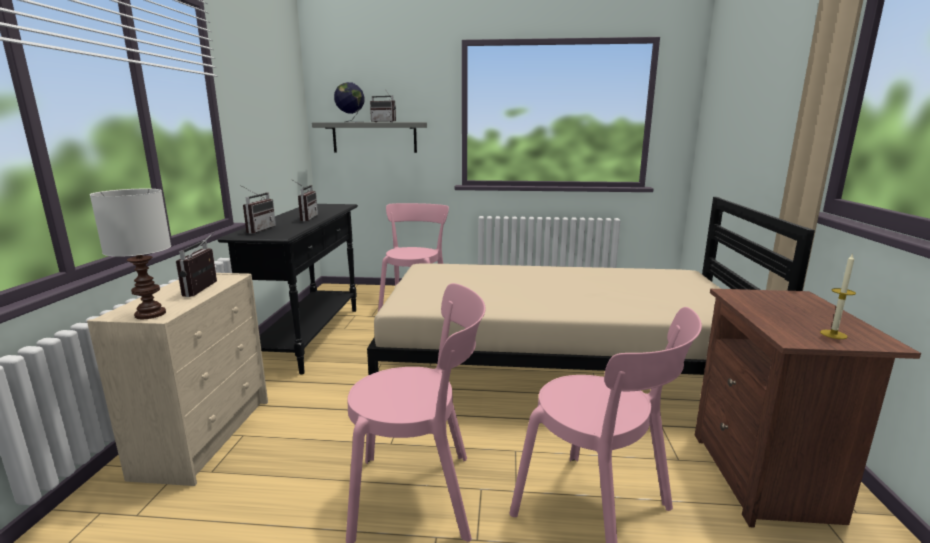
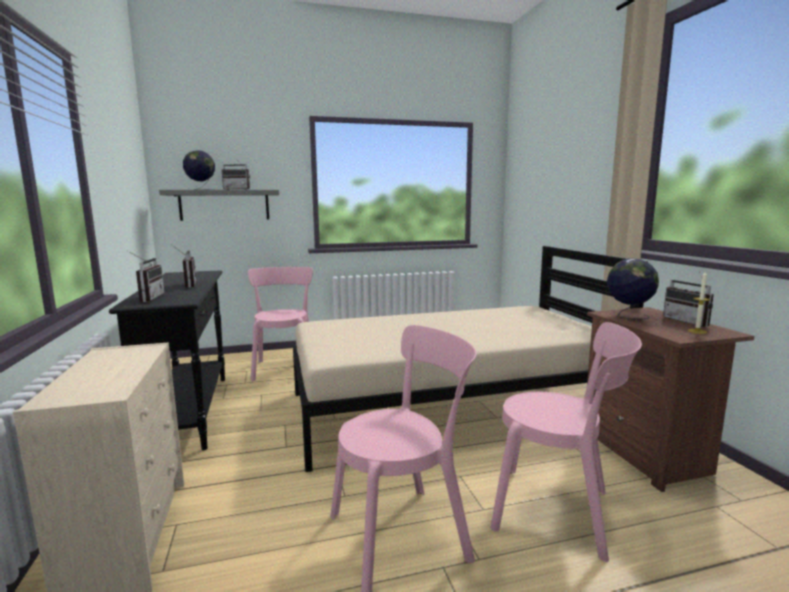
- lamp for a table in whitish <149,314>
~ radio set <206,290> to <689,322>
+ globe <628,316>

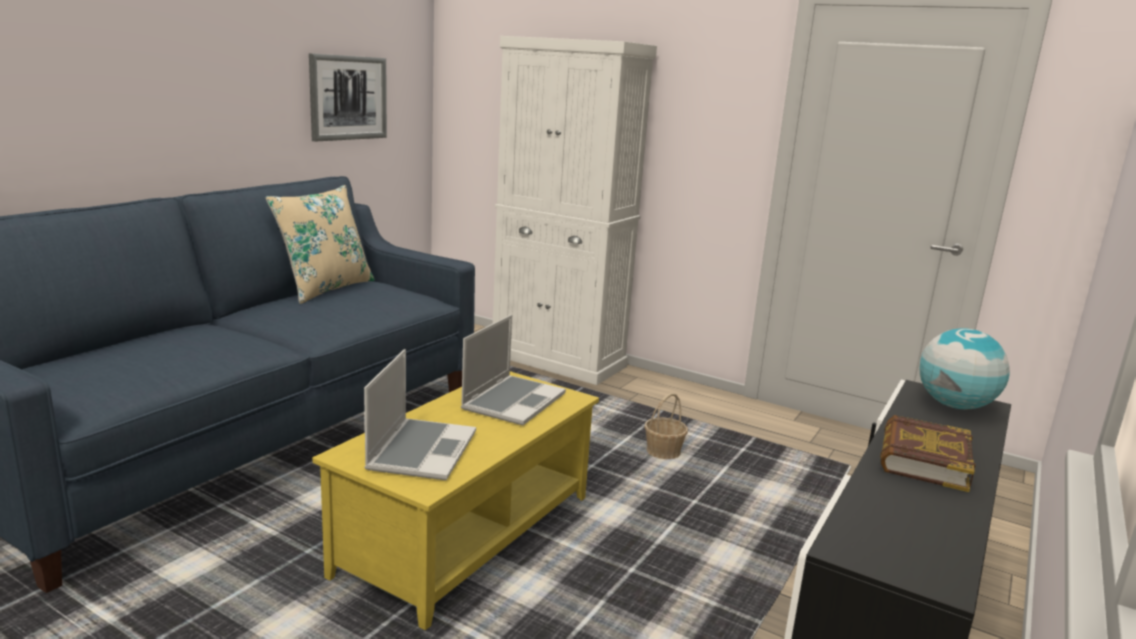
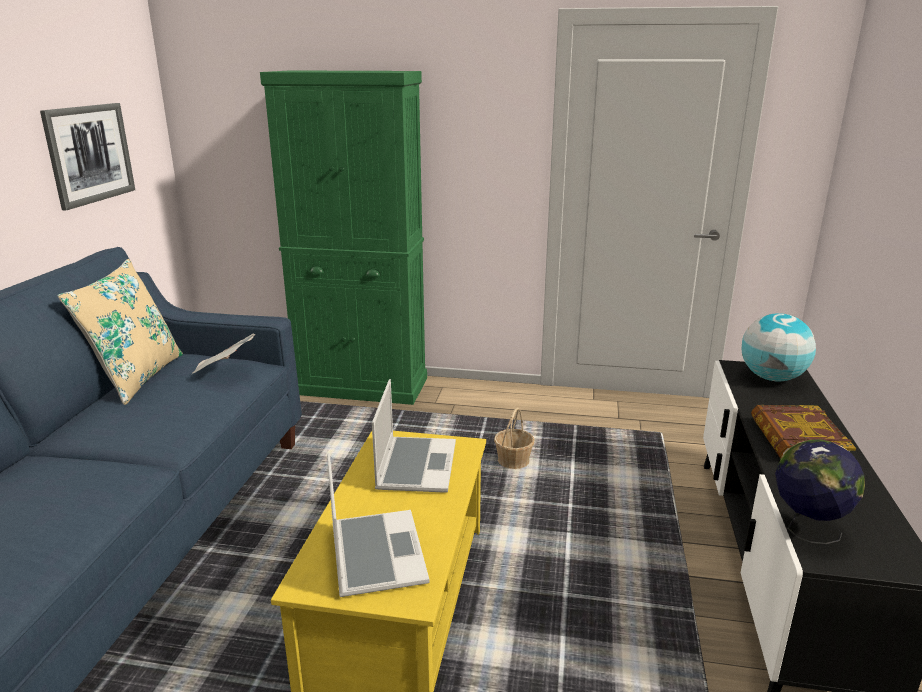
~ storage cabinet in whitish <558,360> to storage cabinet in greenish <362,386>
+ newspaper <224,371>
+ globe <807,530>

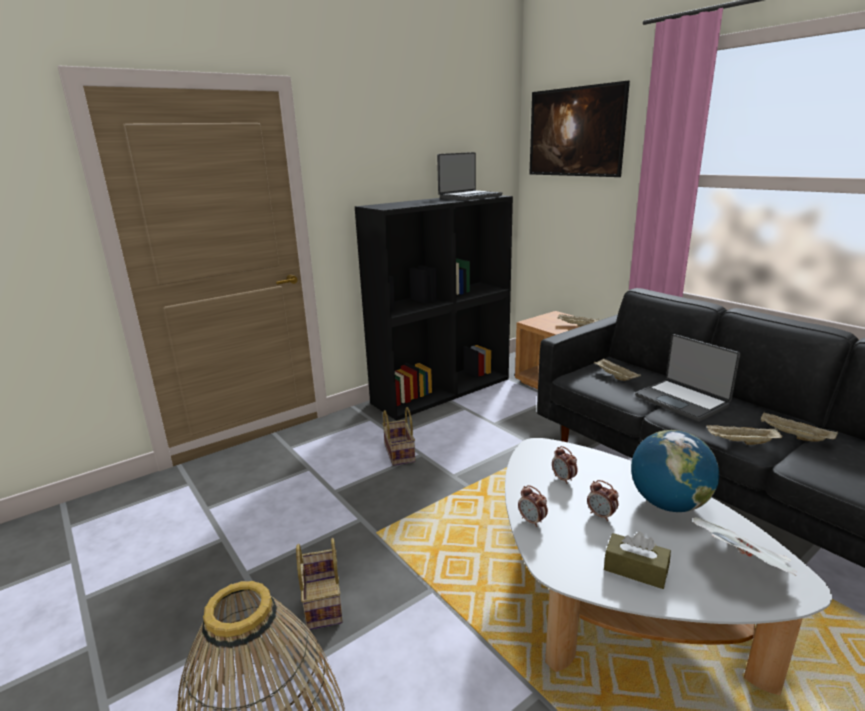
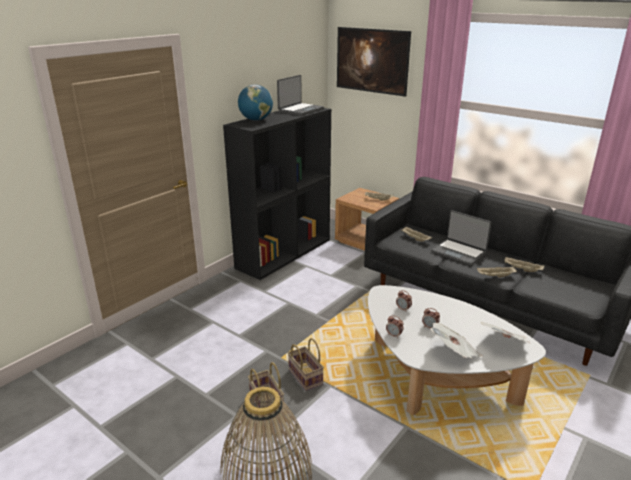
~ basket <398,453> to <304,376>
~ globe <668,504> to <256,120>
~ tissue box in brown-coloured <635,569> to newspaper <454,352>

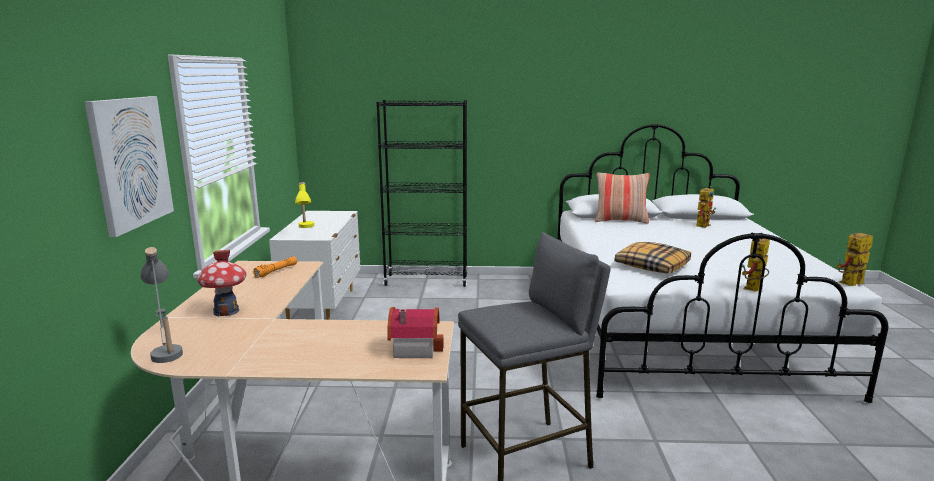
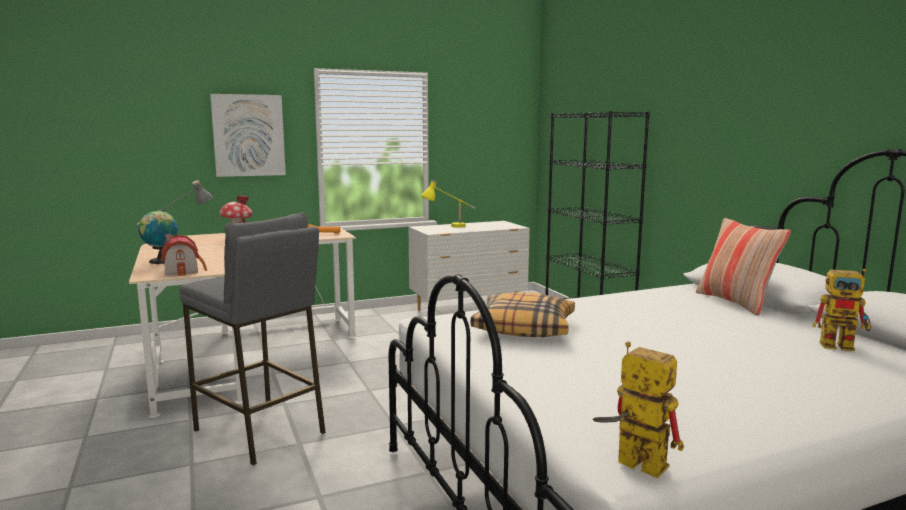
- toy robot <754,290>
+ globe <161,261>

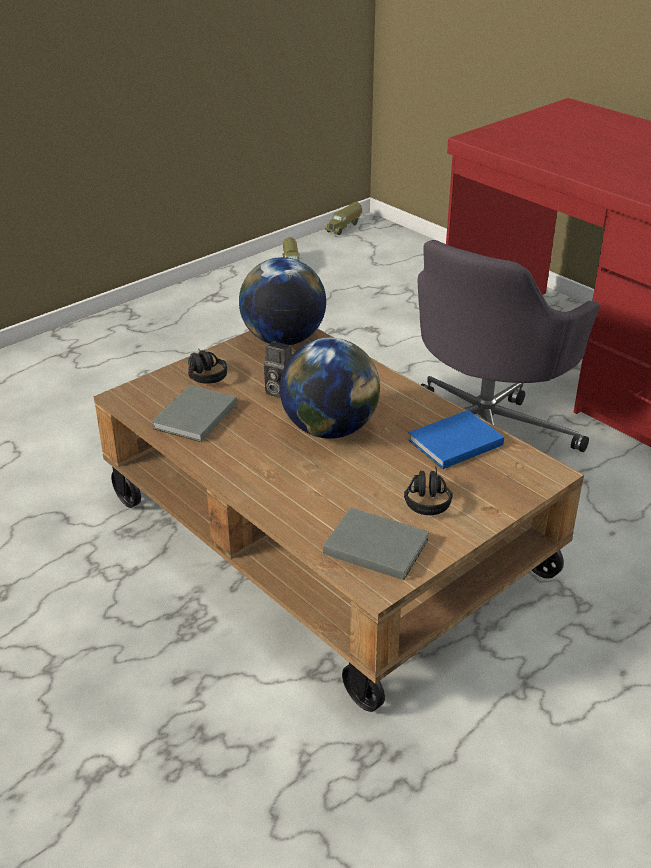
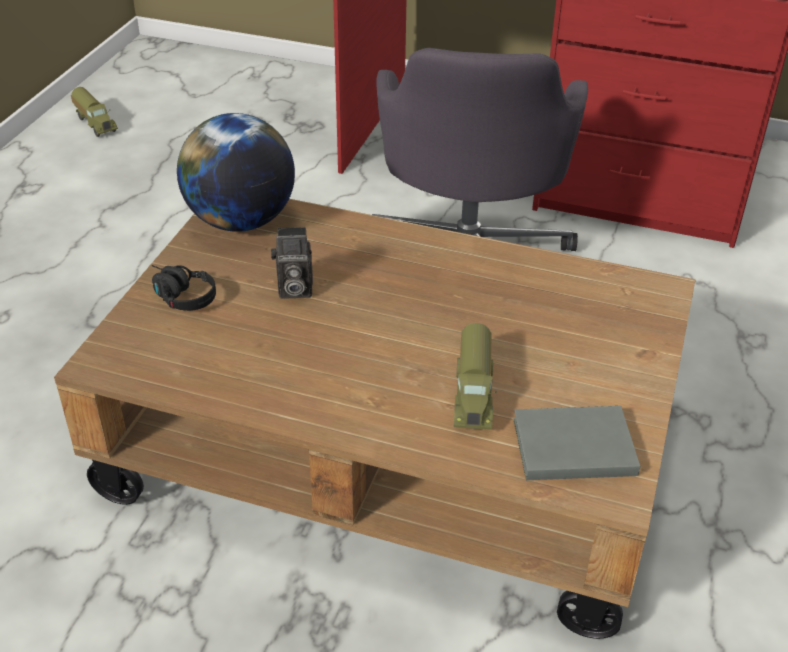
~ toy lorry <344,227> to <474,394>
- globe <329,429>
- book in grey <193,417>
- book in blue-coloured <452,442>
- headset in black <427,497>

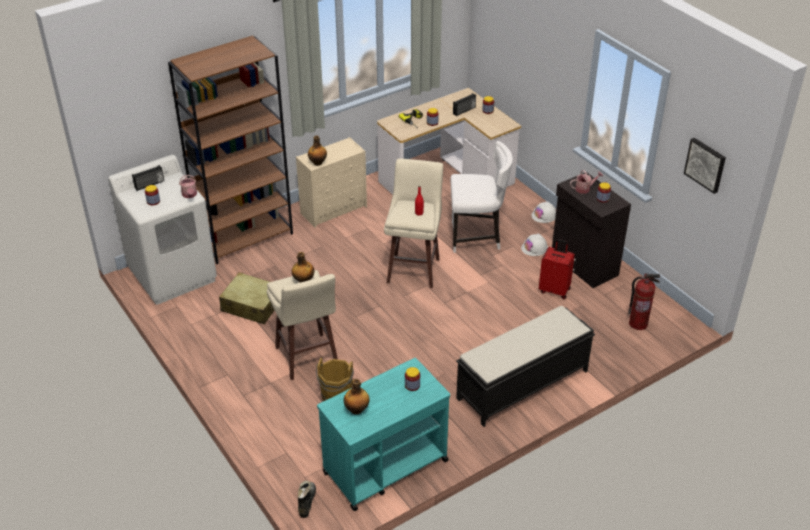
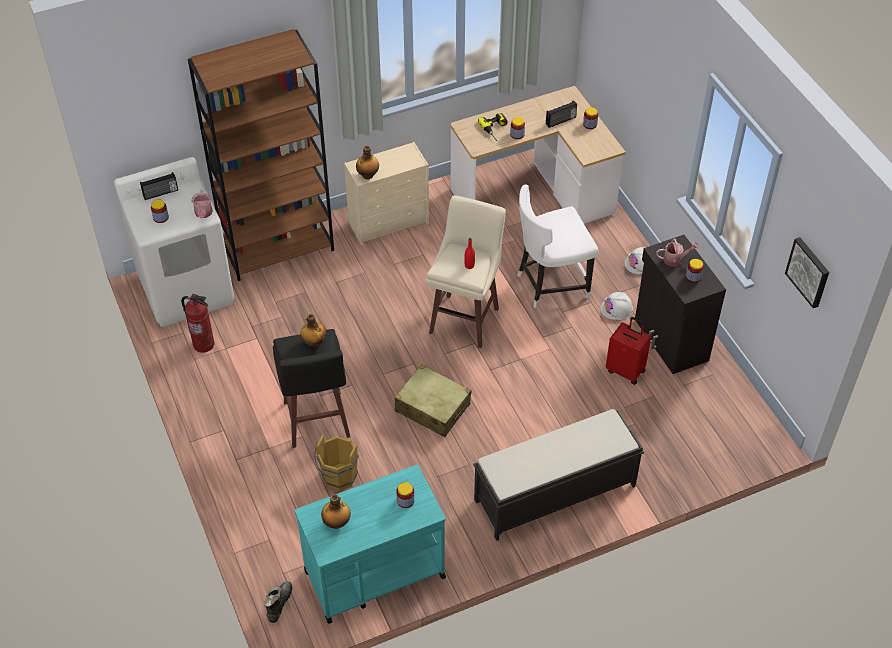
~ upright chair in whitish <476,237> = <550,284> 150 degrees clockwise
~ sitting stool in beige-coloured <307,358> to sitting stool in black <316,421>
~ piece of luggage in beige-coloured <252,305> to <432,408>
~ fire extinguisher <638,324> to <203,344>

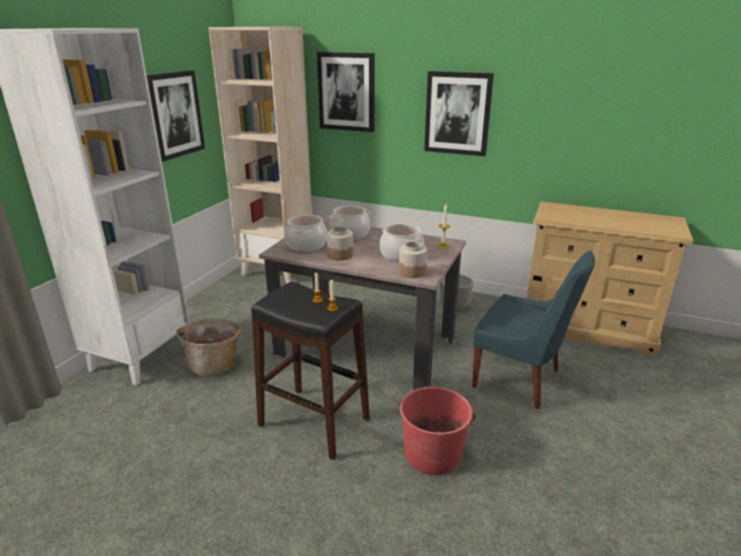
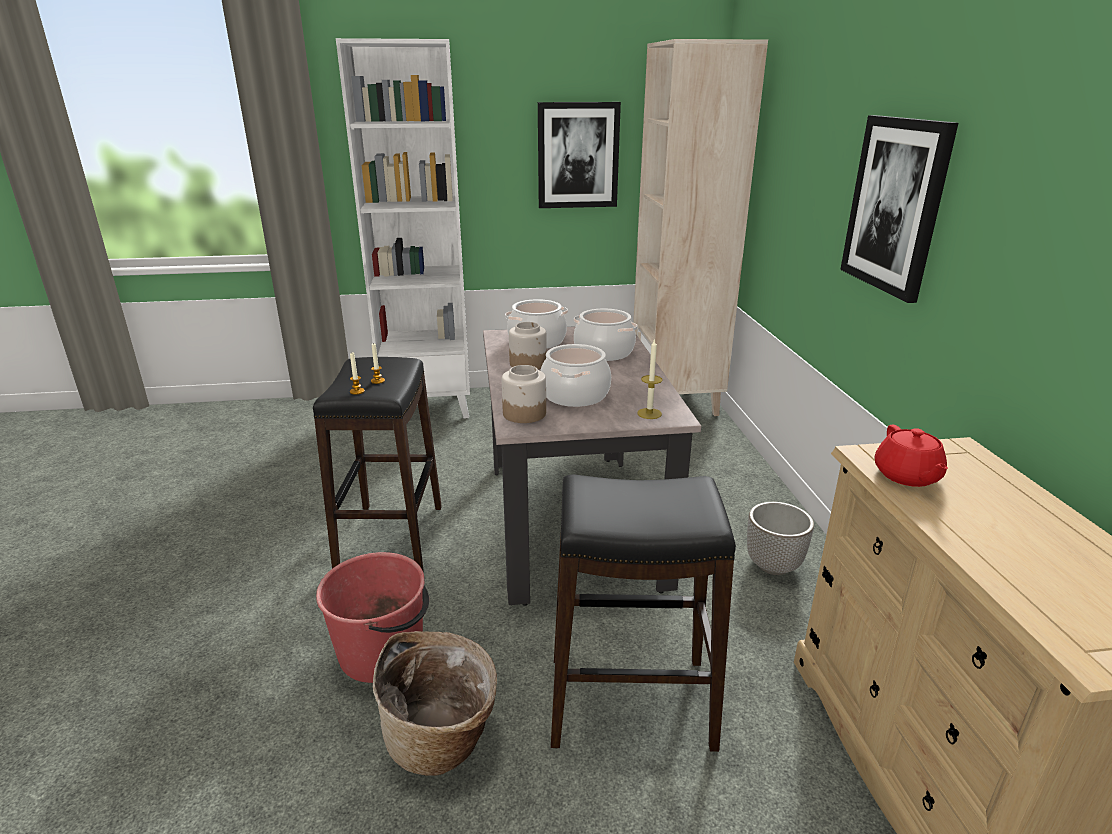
- picture <346,92>
~ upright chair in blue-coloured <520,379> to sitting stool in black <629,702>
~ basket <215,365> to <442,740>
+ teapot in reddish <907,476>

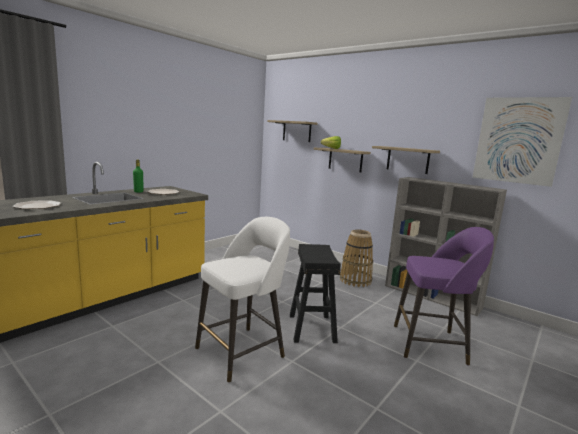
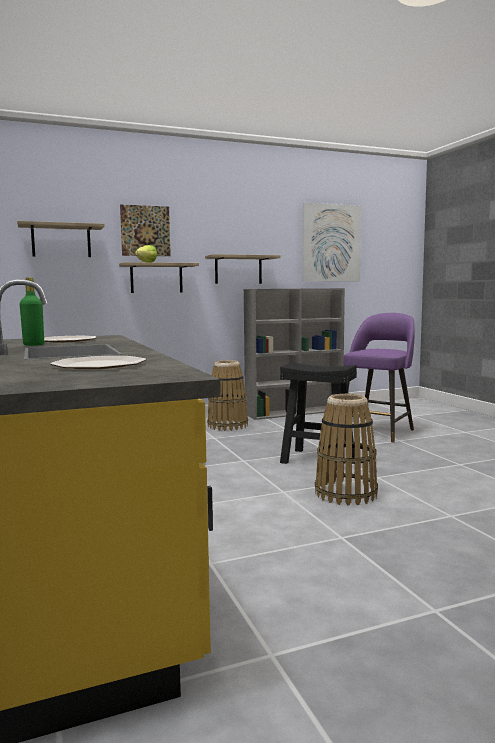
~ sitting stool in whitish <242,351> to basket <346,493>
+ picture <145,231>

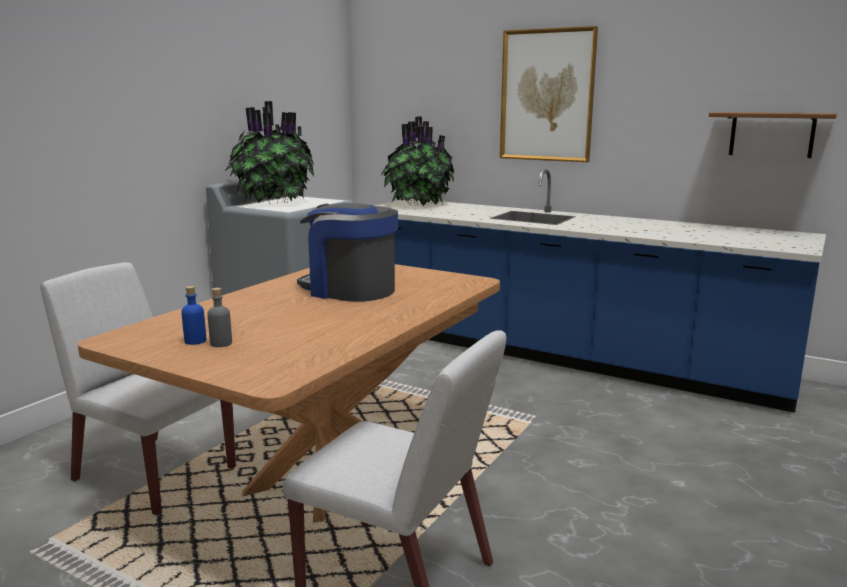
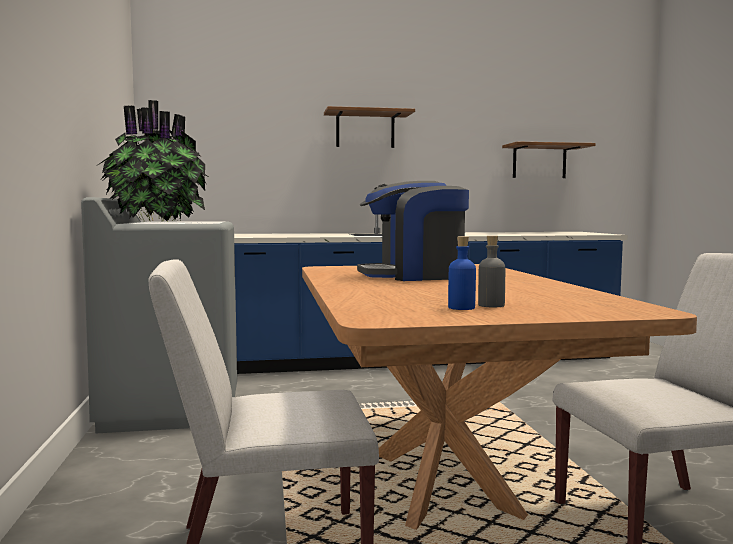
~ picture <547,95> to bracket shelf <365,130>
- houseplant <417,204>

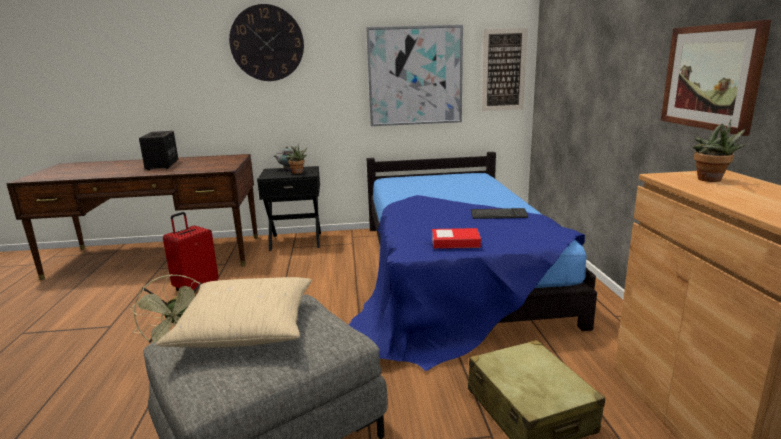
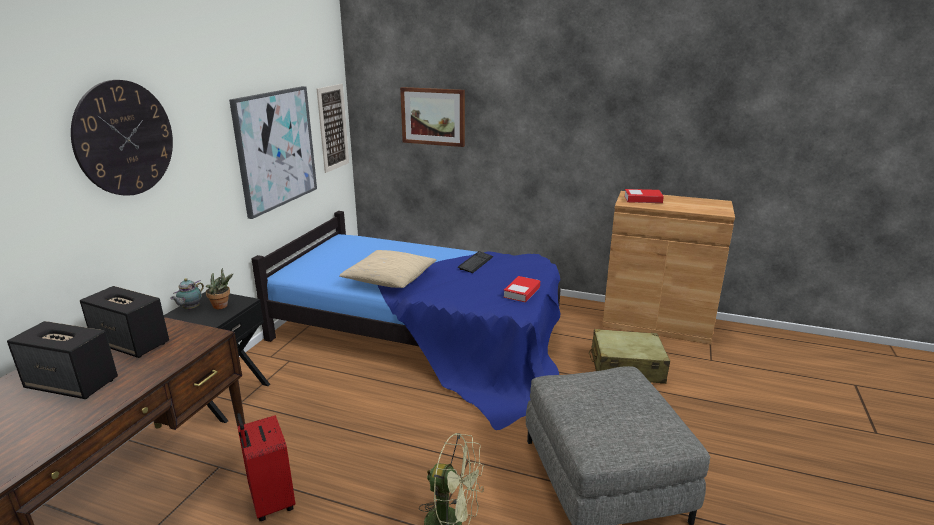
~ picture <711,77> to <433,116>
~ houseplant <711,180> to book <643,199>
~ pillow in beige-coloured <246,327> to <389,279>
+ speaker <132,343>

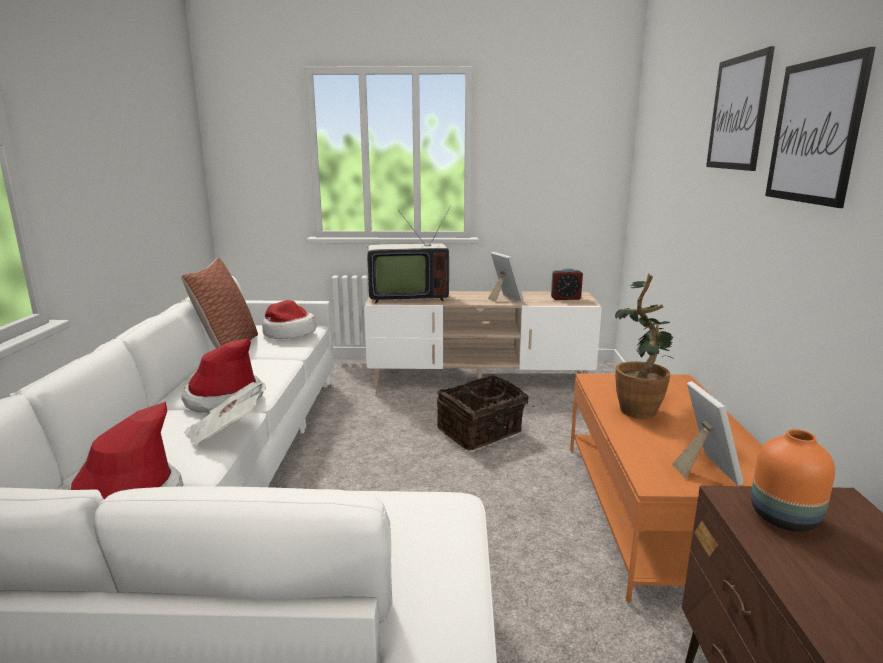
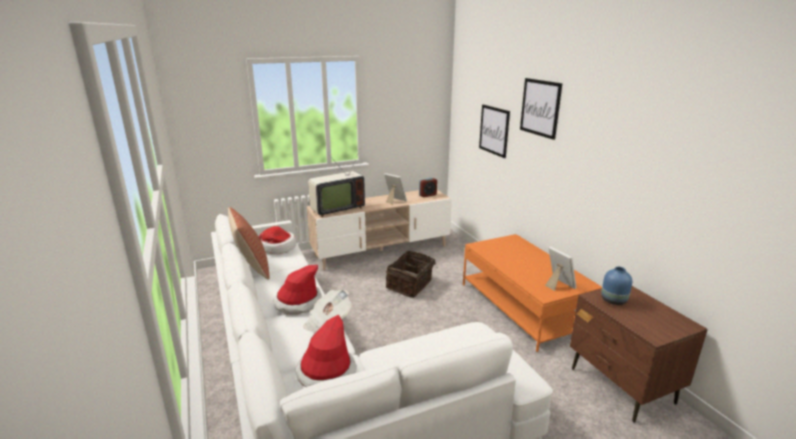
~ picture <814,132> to <494,130>
- houseplant <642,408>
~ vase in orange <783,517> to vase in blue-coloured <613,300>

